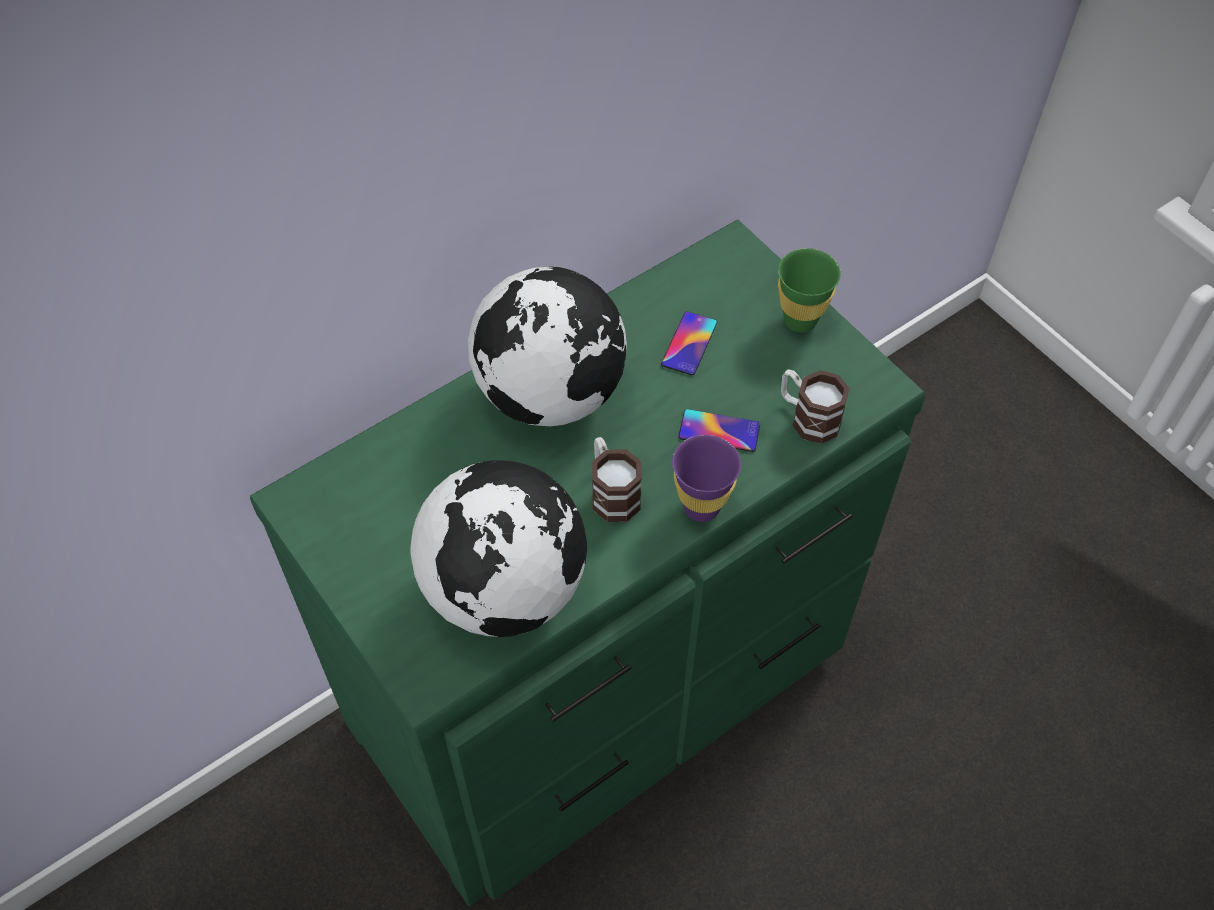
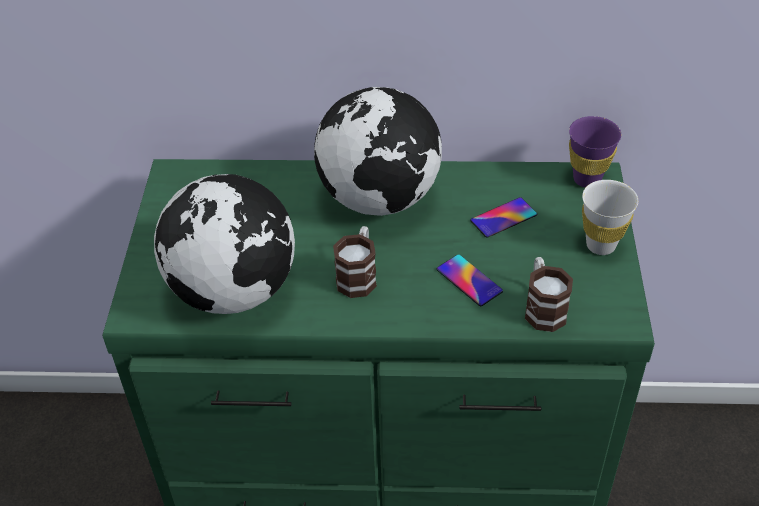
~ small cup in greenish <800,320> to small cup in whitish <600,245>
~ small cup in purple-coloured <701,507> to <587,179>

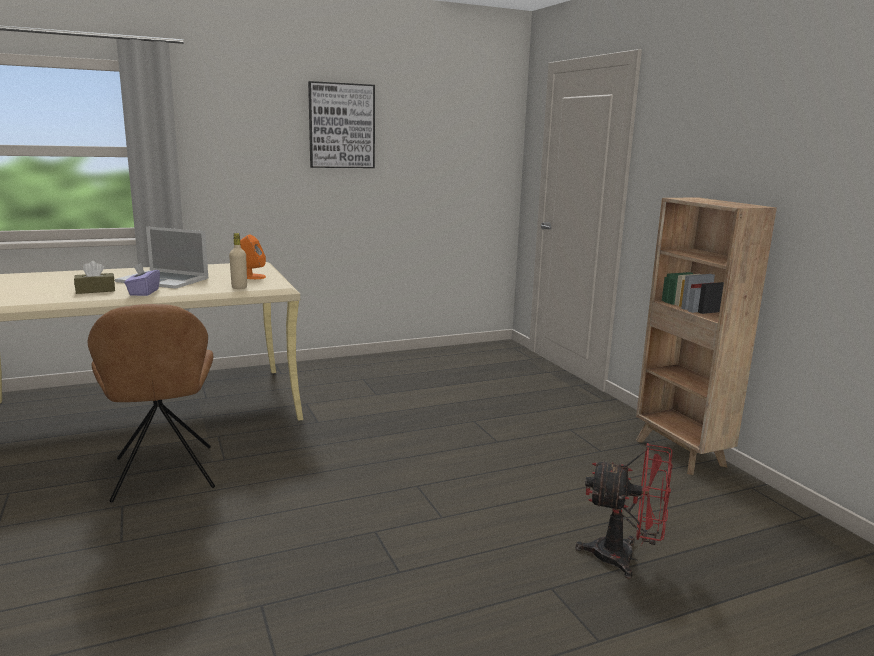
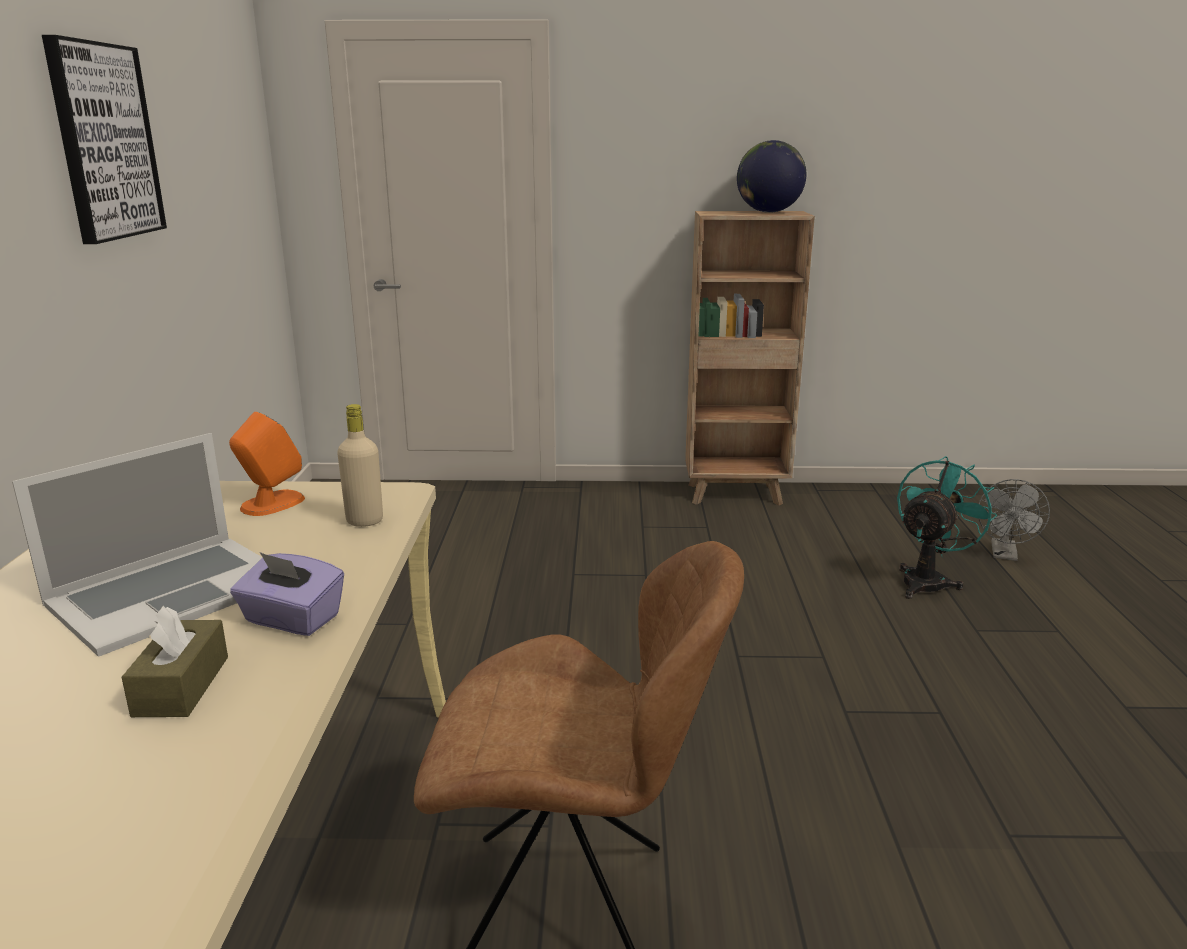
~ fan in reddish <624,558> to fan in blue-green <928,580>
+ globe <769,212>
+ fan in grey <1004,555>

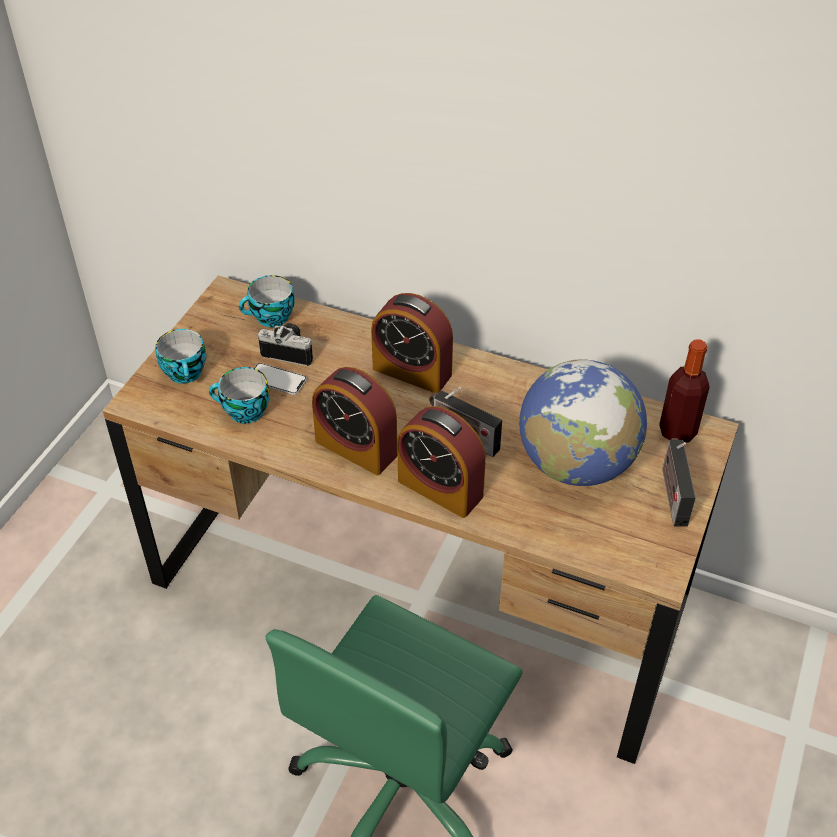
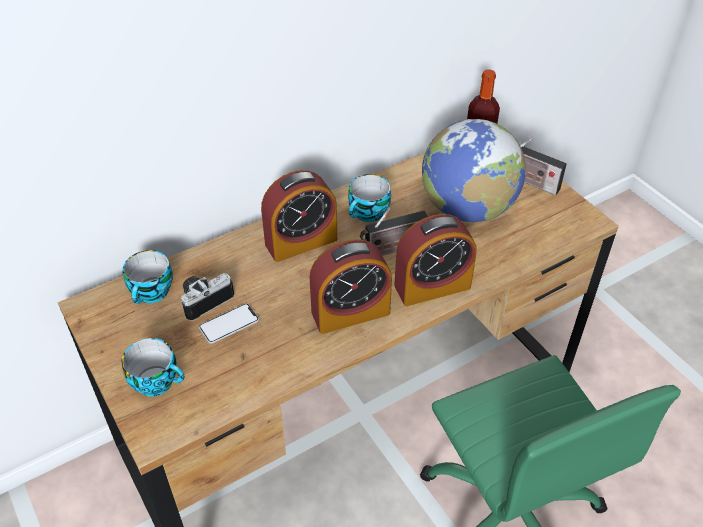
~ small cup <243,412> to <368,214>

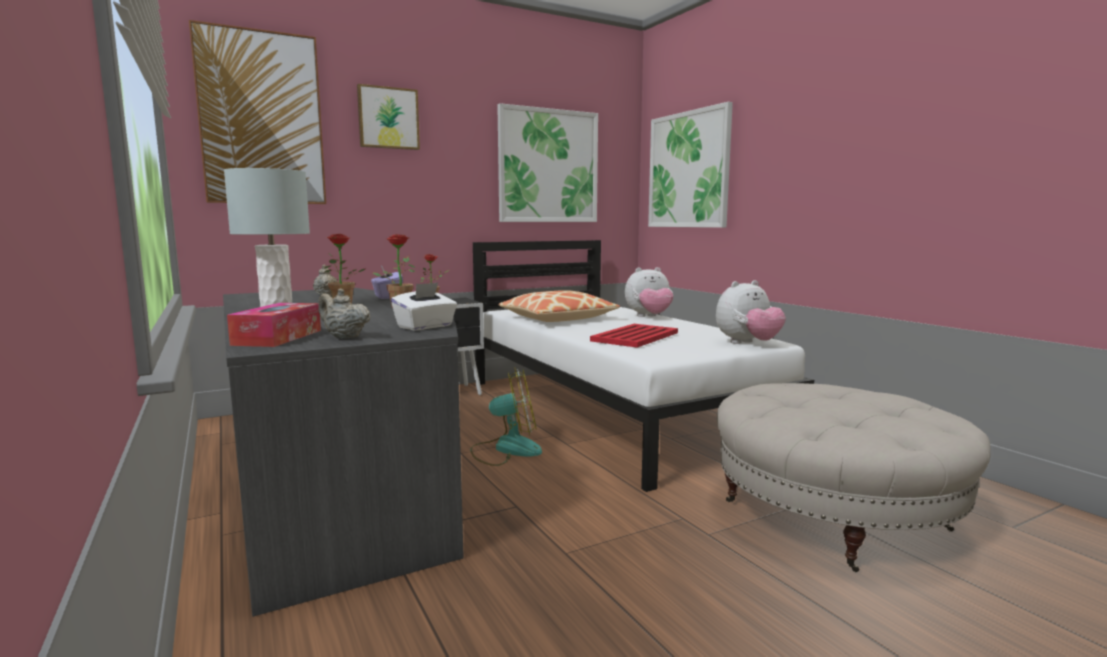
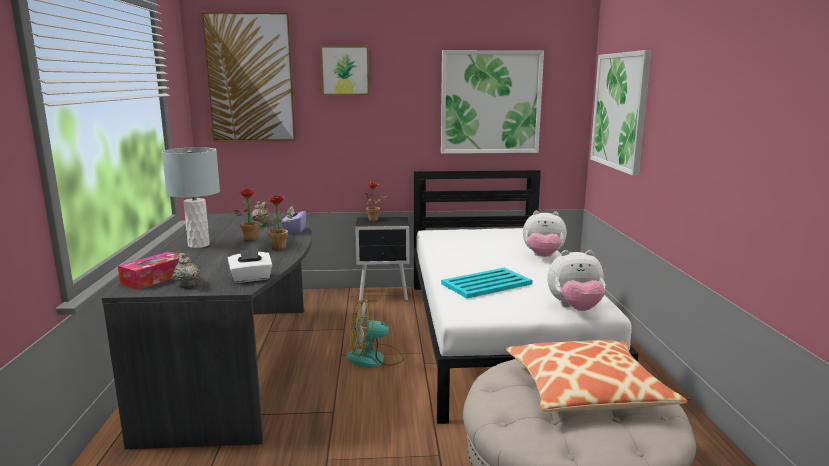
~ pillow <557,319> to <586,391>
~ carrying tray in reddish <636,337> to carrying tray in blue-green <487,284>
~ fan <506,449> = <374,359> 150 degrees clockwise

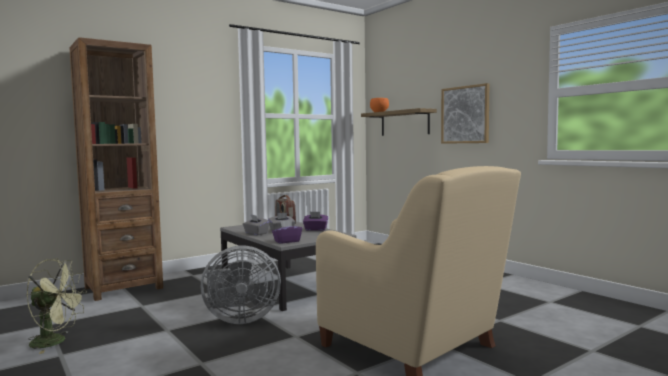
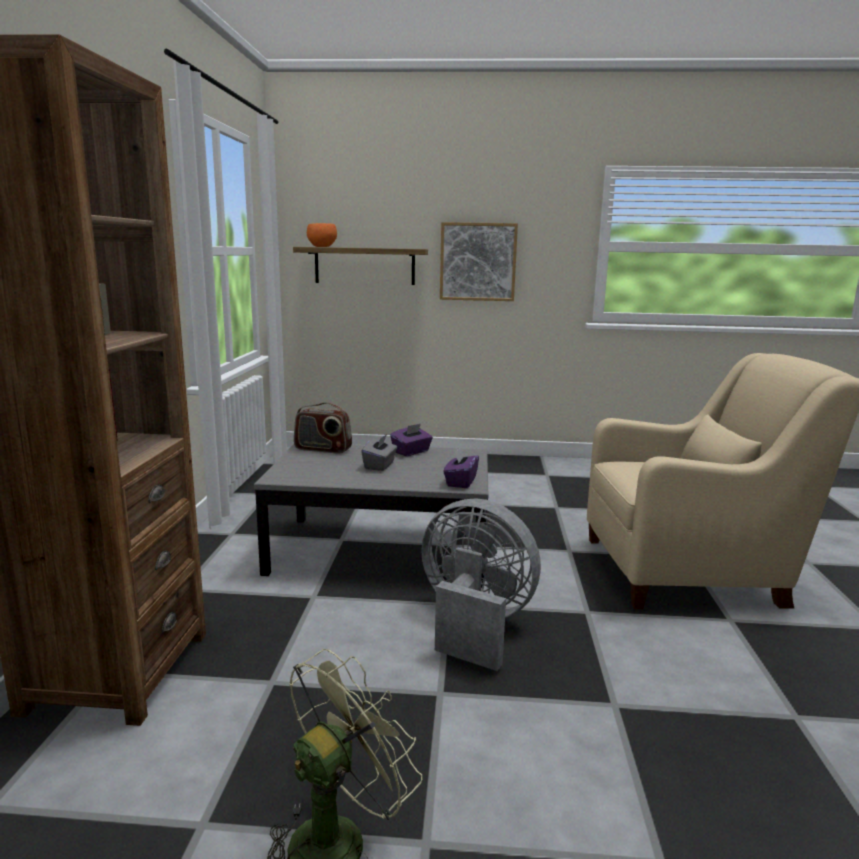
- tissue box in grey <256,233>
~ fan in grey <239,319> = <474,624> 90 degrees counterclockwise

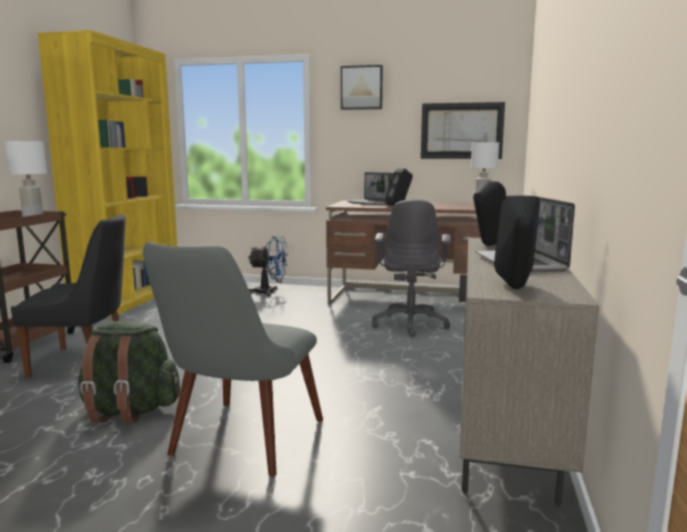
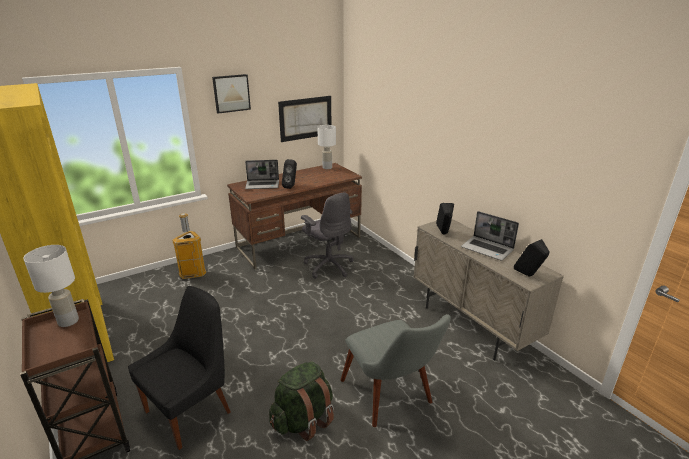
~ fan in blue-coloured <270,292> to waste bin <193,274>

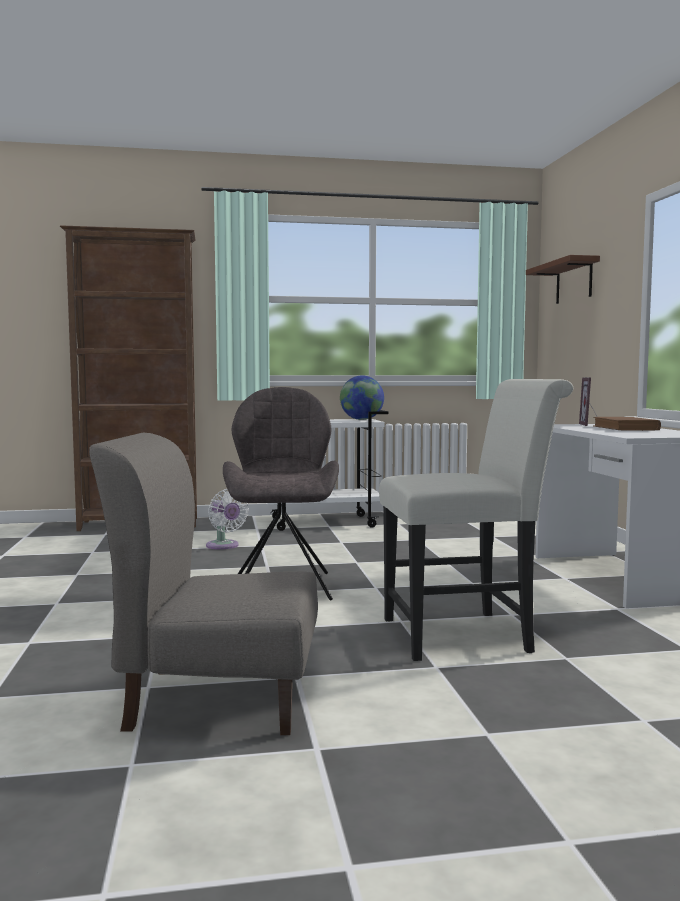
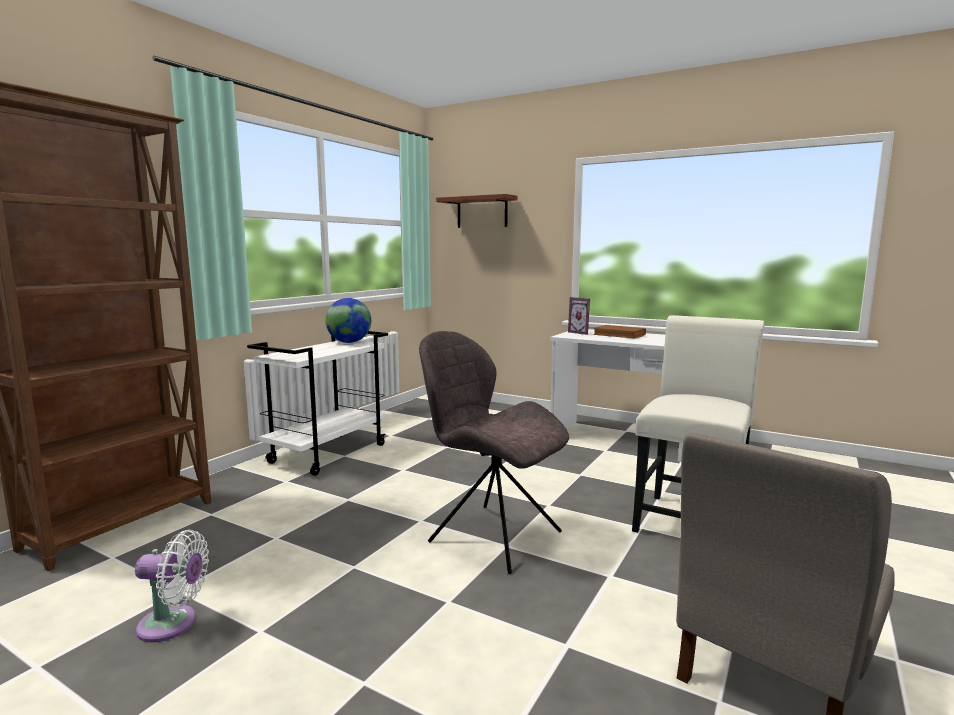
~ fan in whitish <224,546> to <173,624>

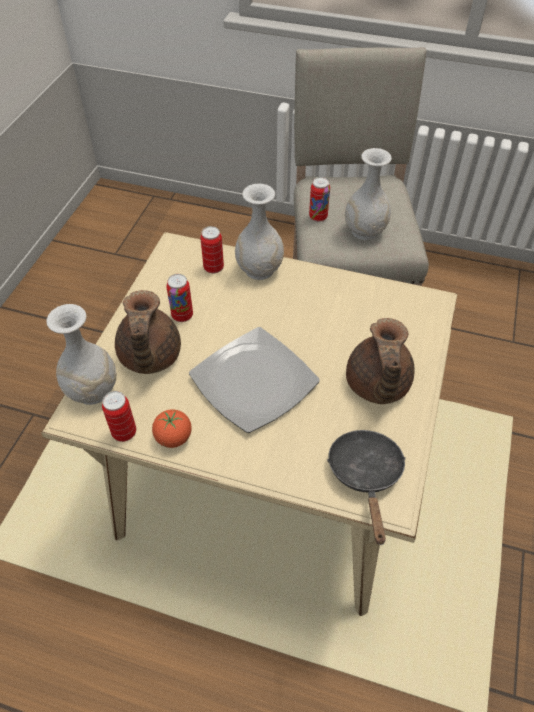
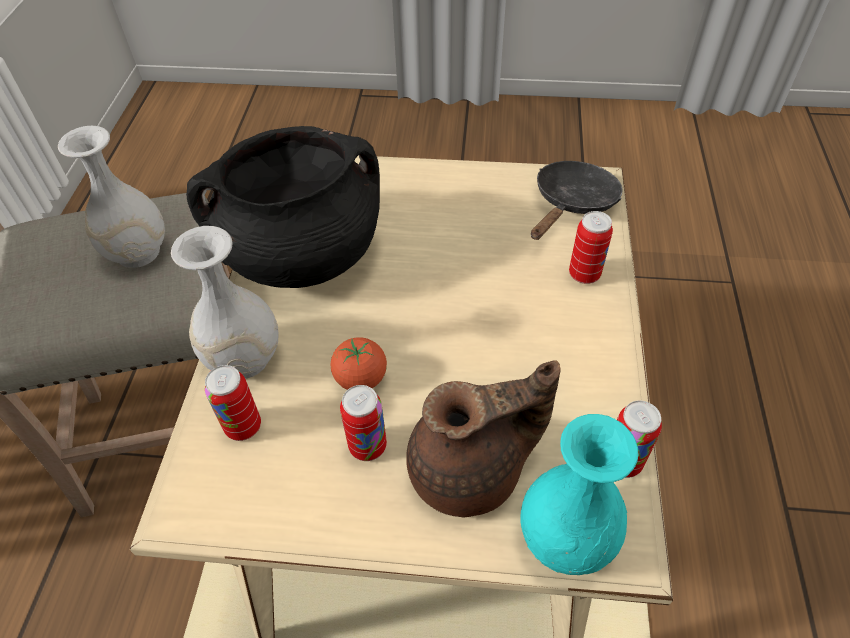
~ can <318,217> to <584,274>
~ vase in whitish <92,391> to vase in blue-green <567,539>
- teapot in brown-coloured <376,386>
- flat dish <254,380>
~ fresh tomato <173,438> to <361,379>
~ frying pan in black <366,475> = <572,203> 135 degrees clockwise
+ stockpot in black <302,255>

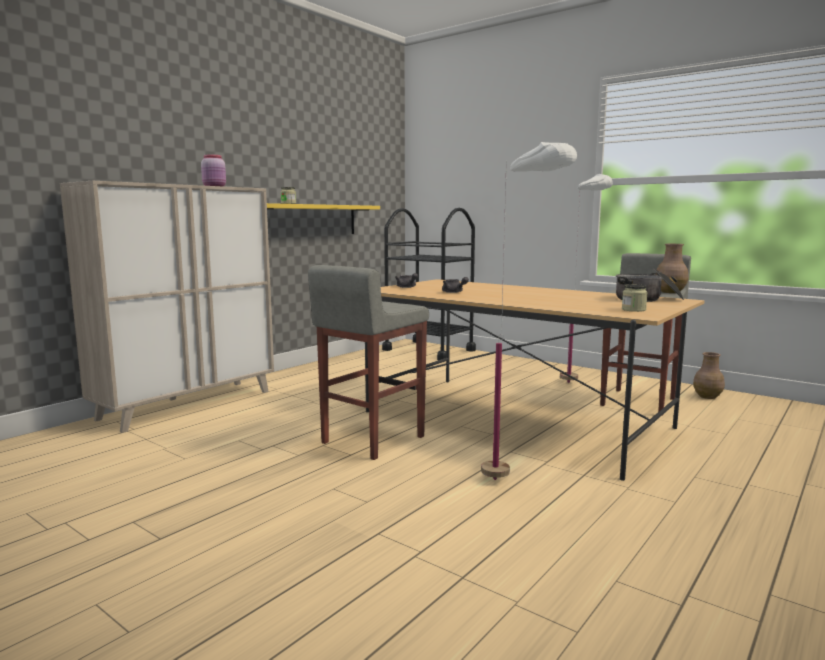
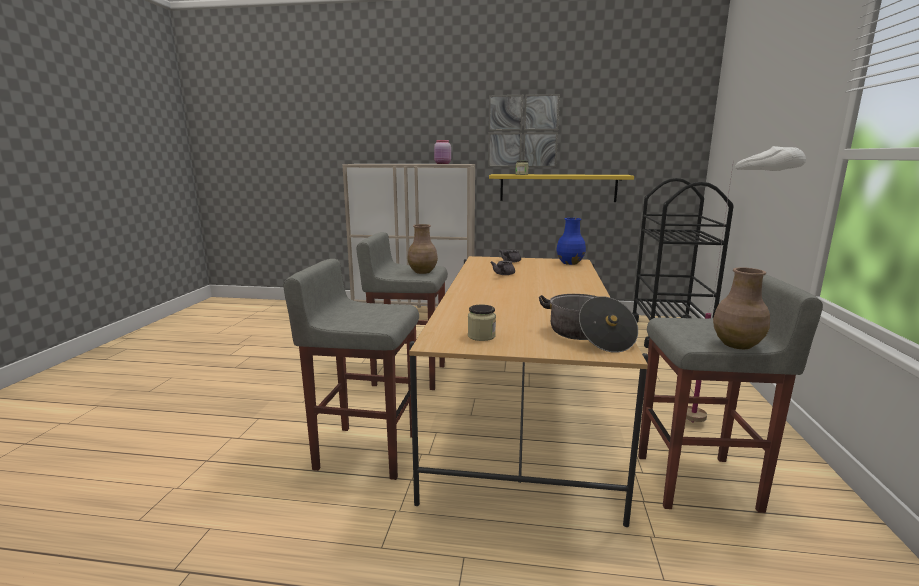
~ floor lamp in whitish <519,484> to sitting stool in grey <366,451>
~ vase in brown-coloured <707,396> to <423,272>
+ picture <522,131>
+ vase in blue-coloured <569,263>

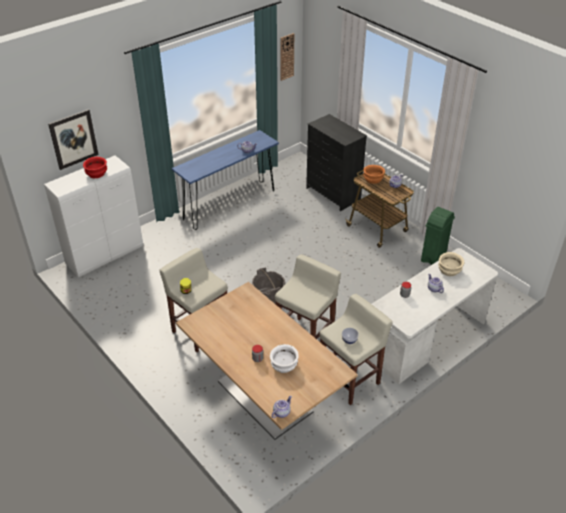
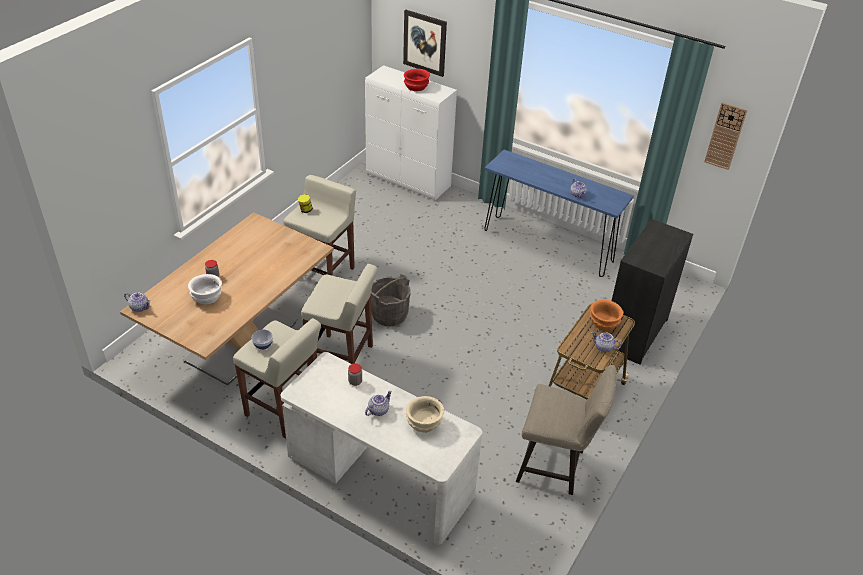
~ waste bin in greenish <433,257> to sitting stool in beige-coloured <556,467>

